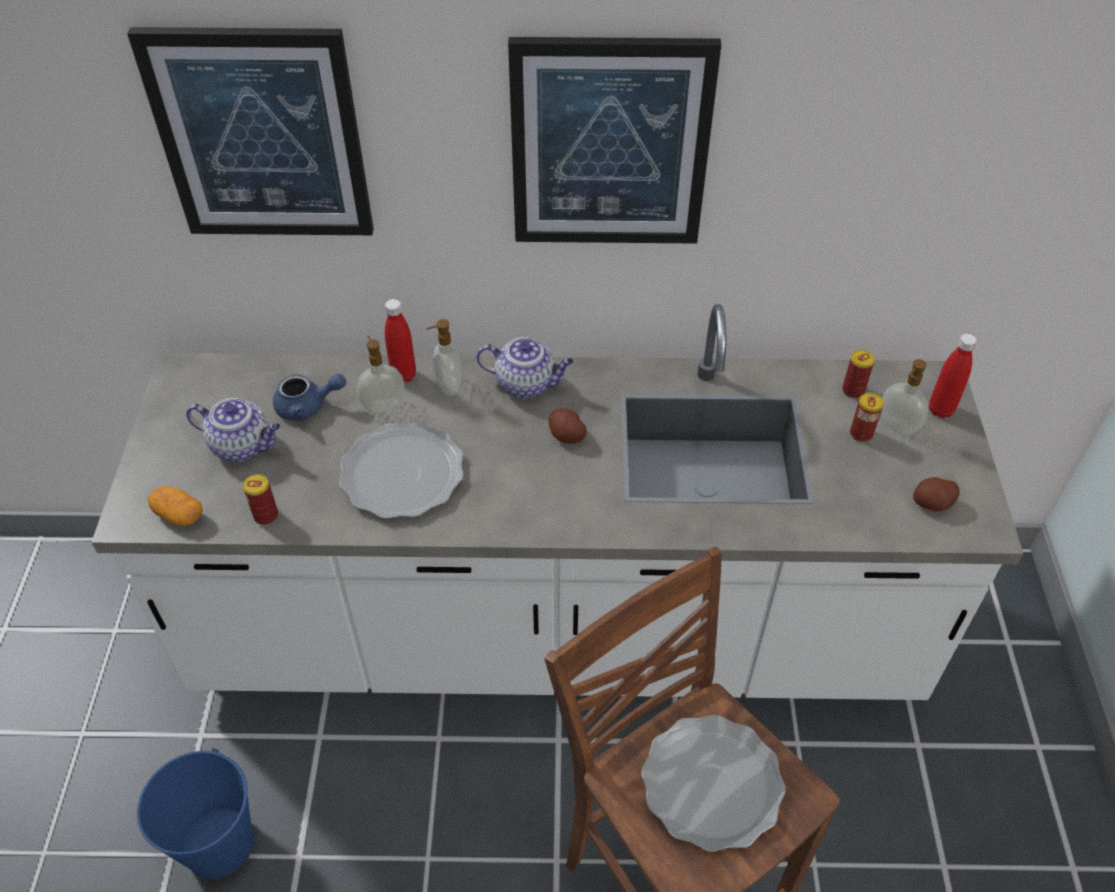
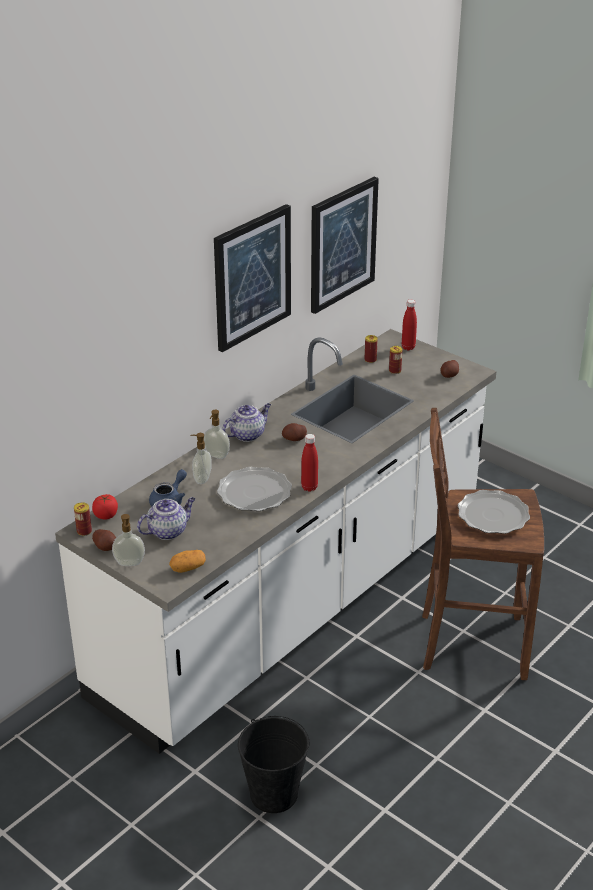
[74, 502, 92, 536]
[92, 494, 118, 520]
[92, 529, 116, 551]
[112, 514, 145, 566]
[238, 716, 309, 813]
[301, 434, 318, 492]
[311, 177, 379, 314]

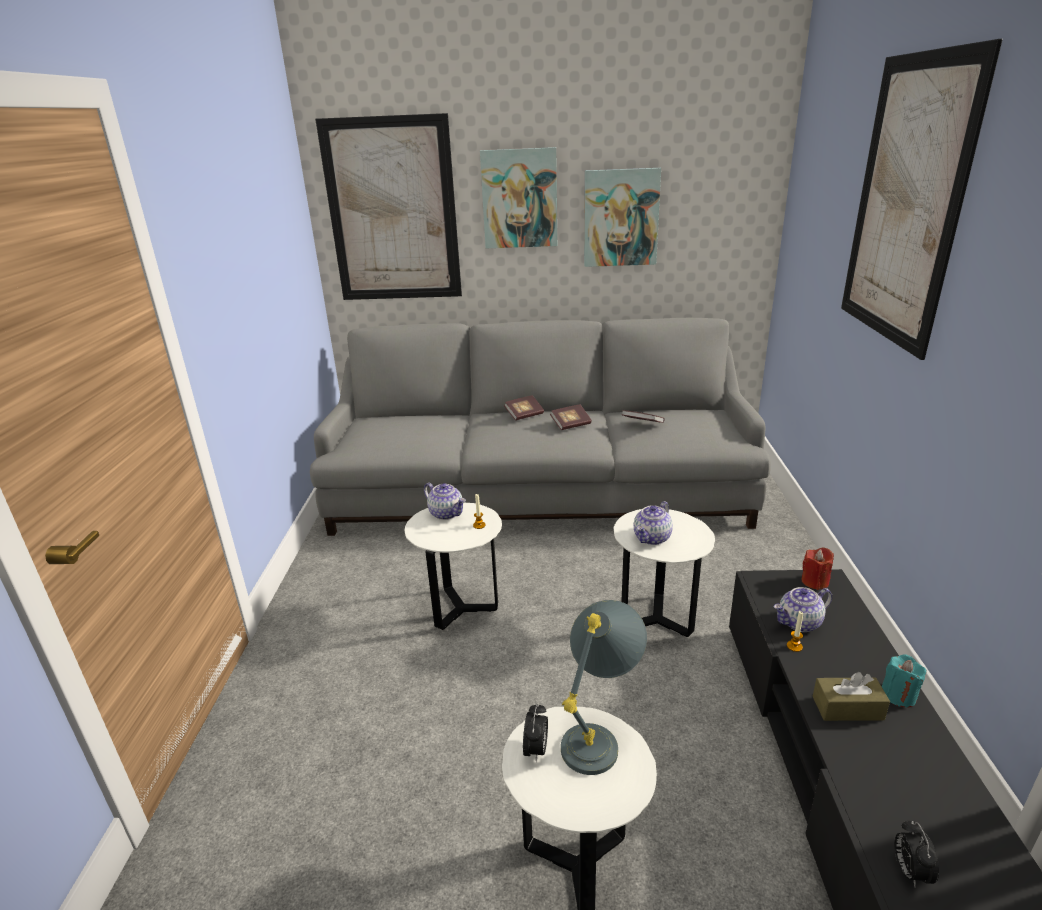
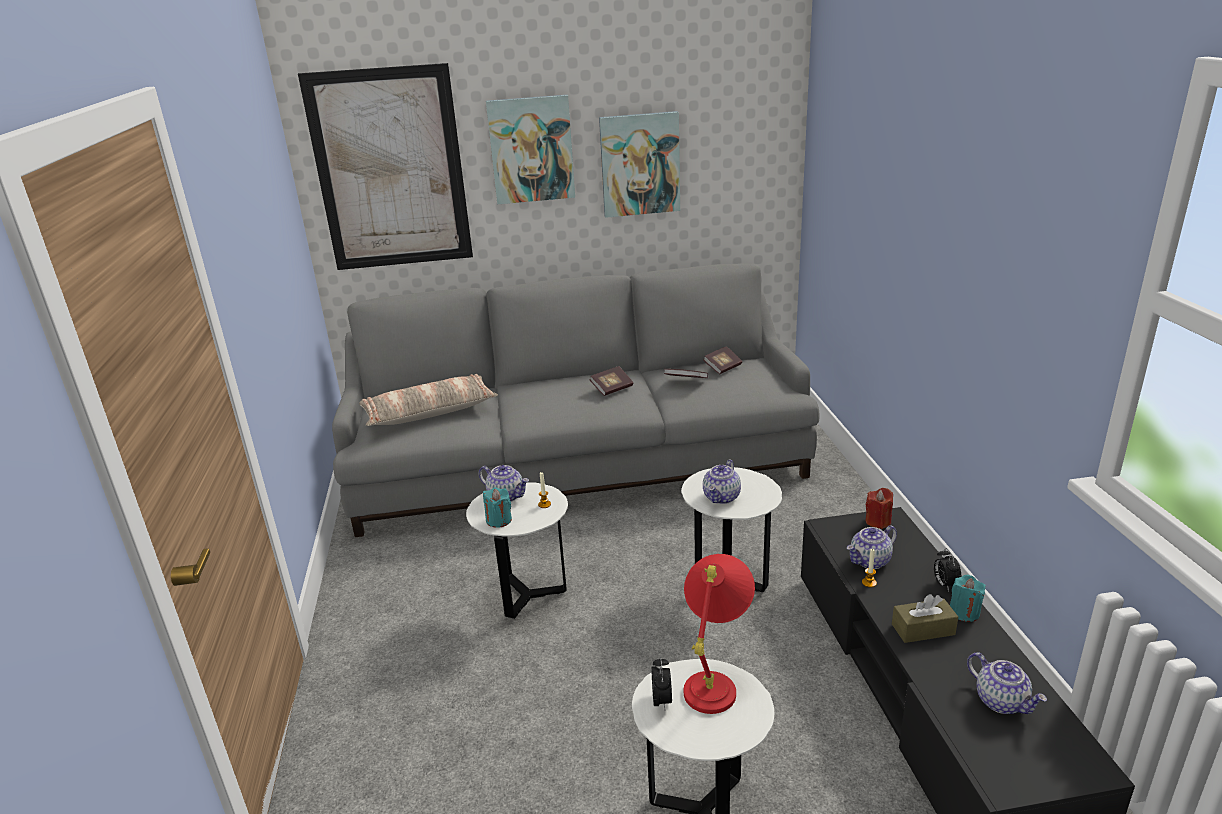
[359, 374, 498, 426]
[483, 487, 512, 528]
[684, 554, 755, 714]
[703, 346, 742, 374]
[934, 548, 961, 592]
[967, 652, 1047, 714]
[841, 39, 1003, 360] (first image)

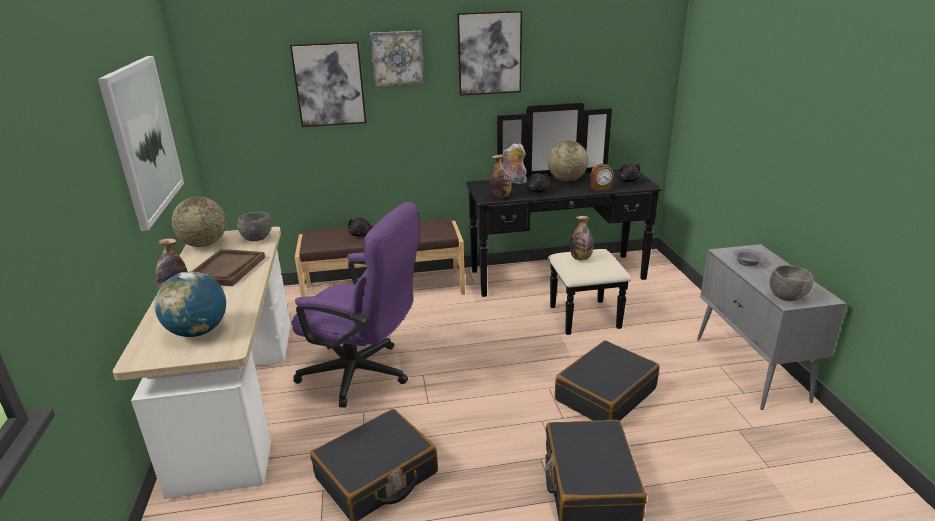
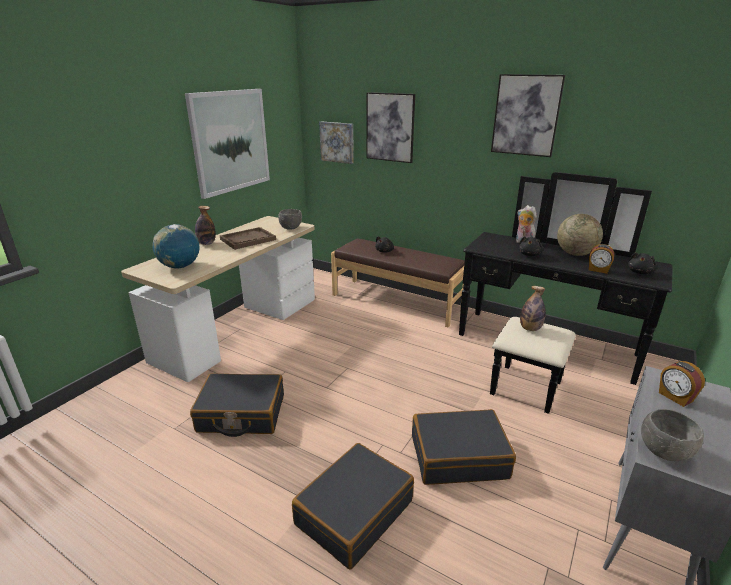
[319, 122, 354, 164]
[659, 361, 705, 407]
[172, 197, 226, 247] (first image)
[291, 202, 420, 407] (first image)
[490, 154, 512, 198] (first image)

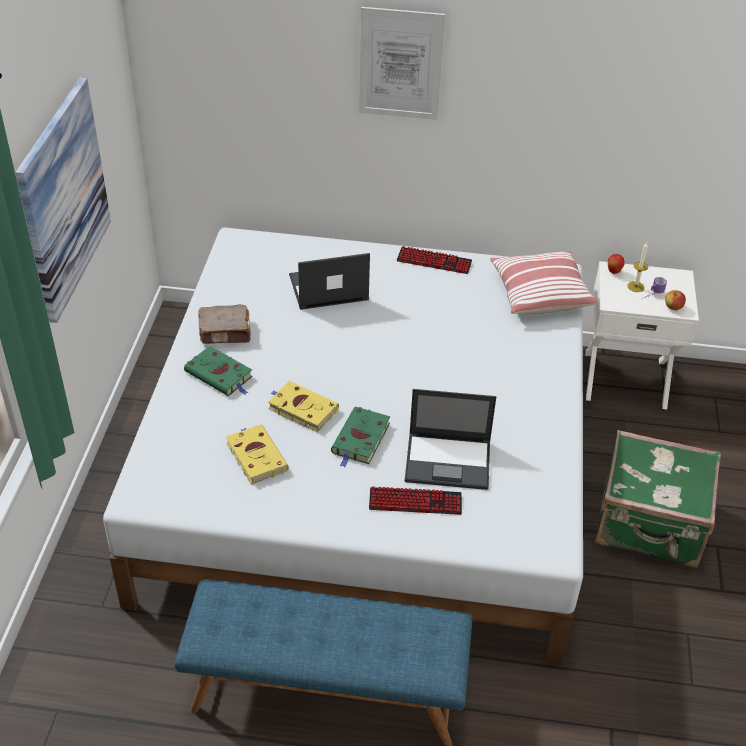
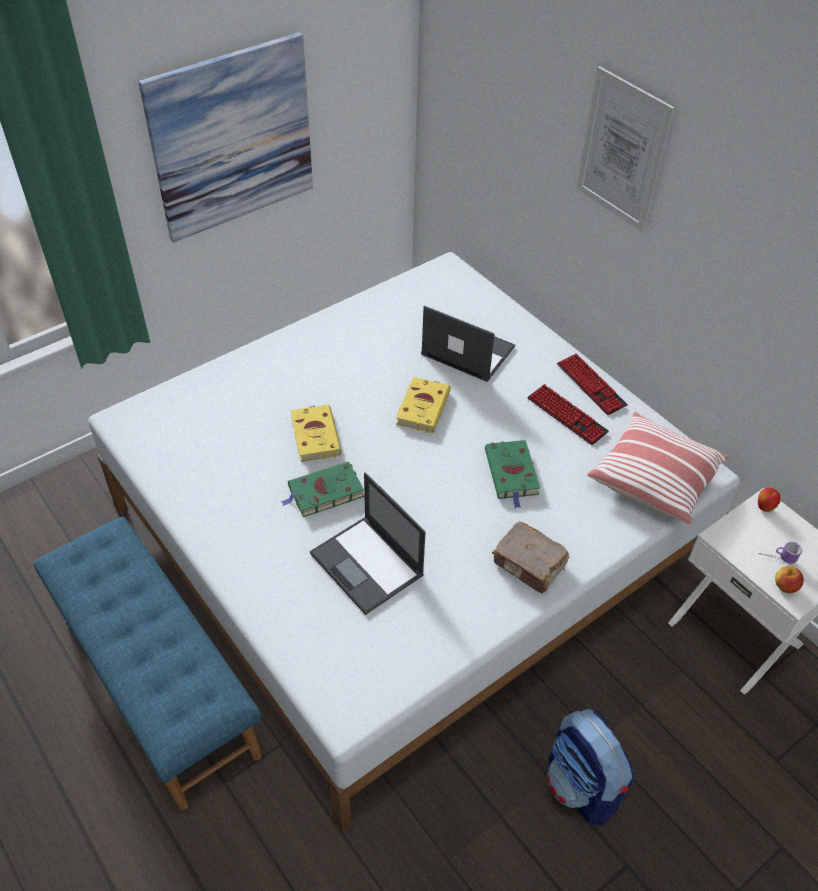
[396, 377, 451, 433]
[485, 440, 540, 508]
[492, 521, 570, 594]
[527, 384, 609, 445]
[547, 709, 635, 826]
[627, 243, 648, 292] (first image)

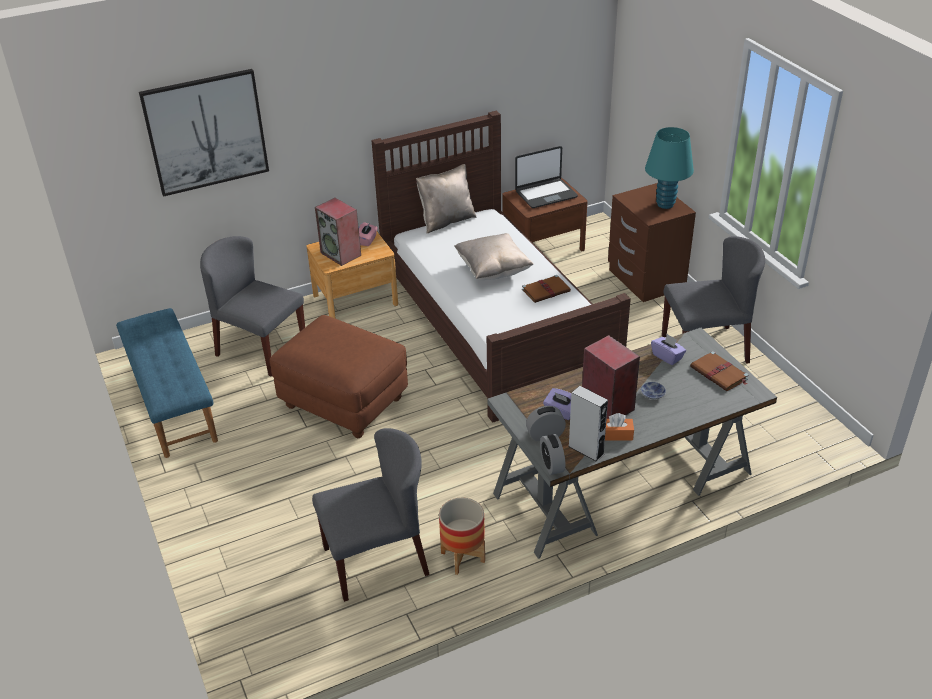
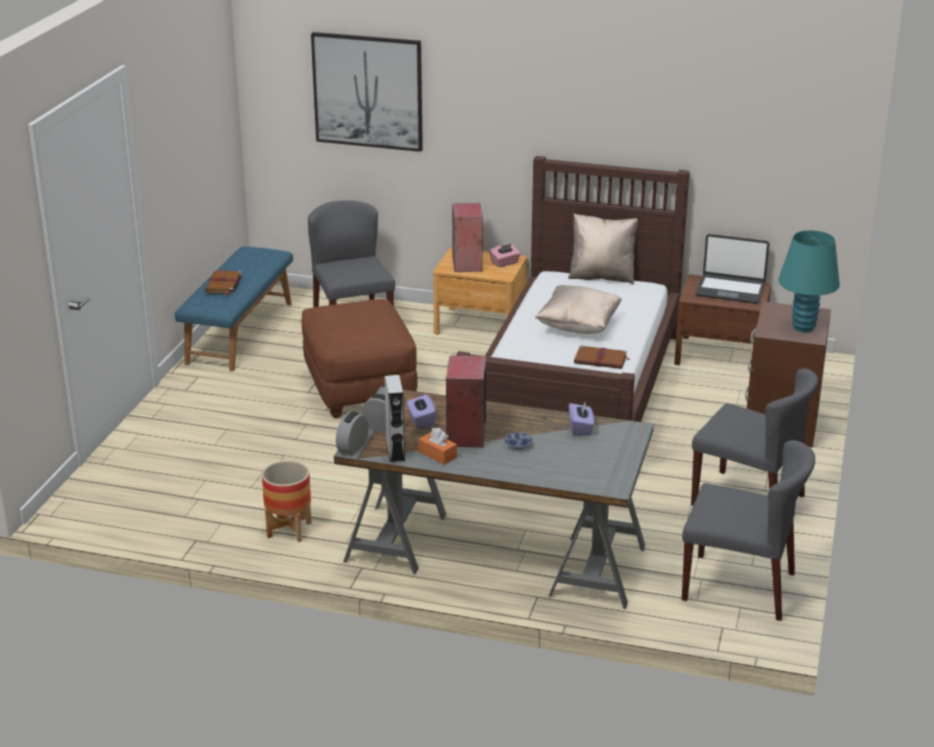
[204, 270, 242, 296]
[682, 440, 815, 621]

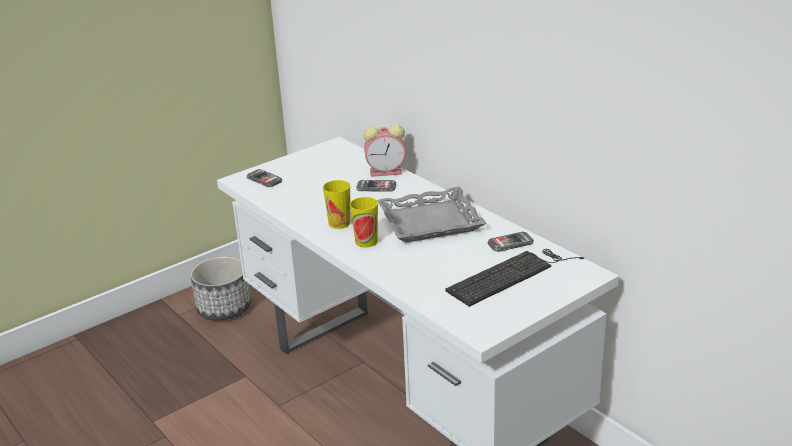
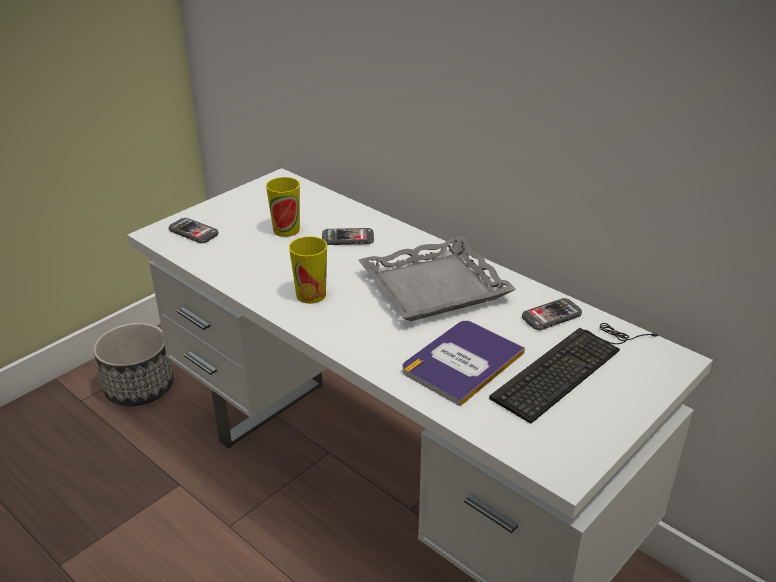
[266, 177, 300, 237]
[402, 321, 525, 406]
[363, 124, 406, 177] (first image)

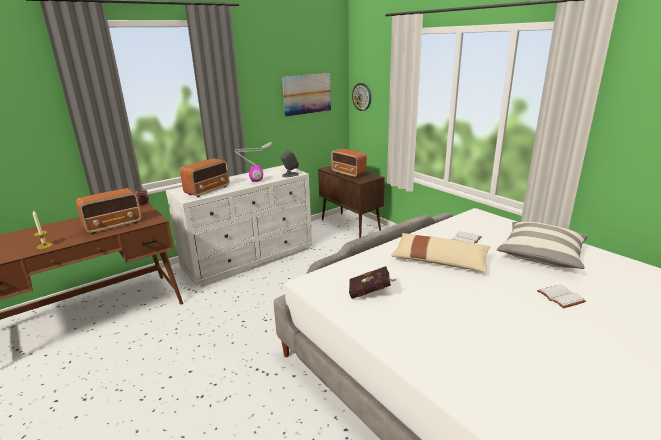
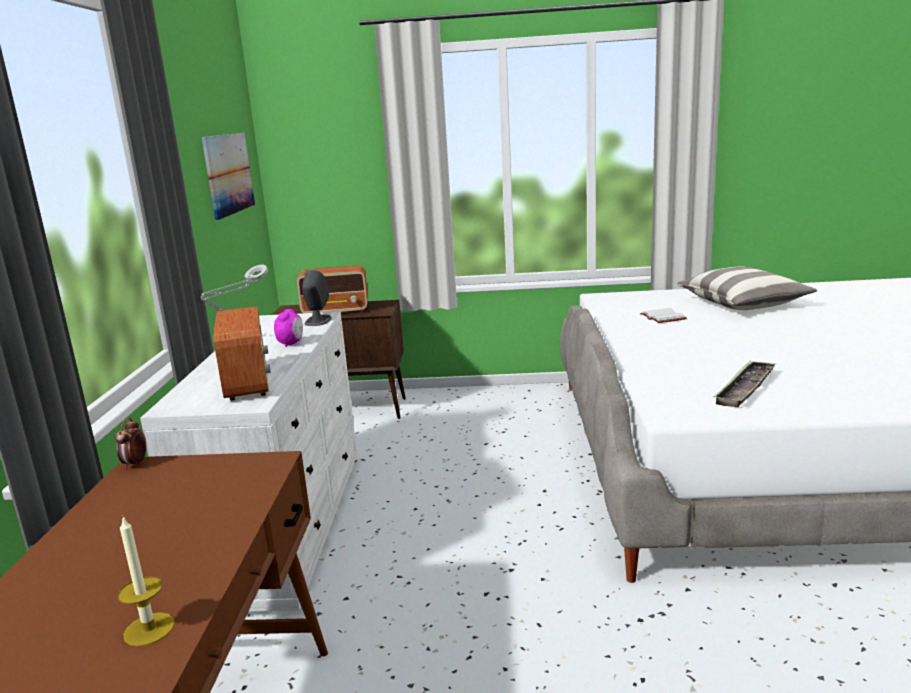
[713, 360, 776, 407]
[76, 188, 141, 234] (first image)
[352, 83, 371, 111] (first image)
[391, 233, 490, 272] (first image)
[537, 284, 586, 308] (first image)

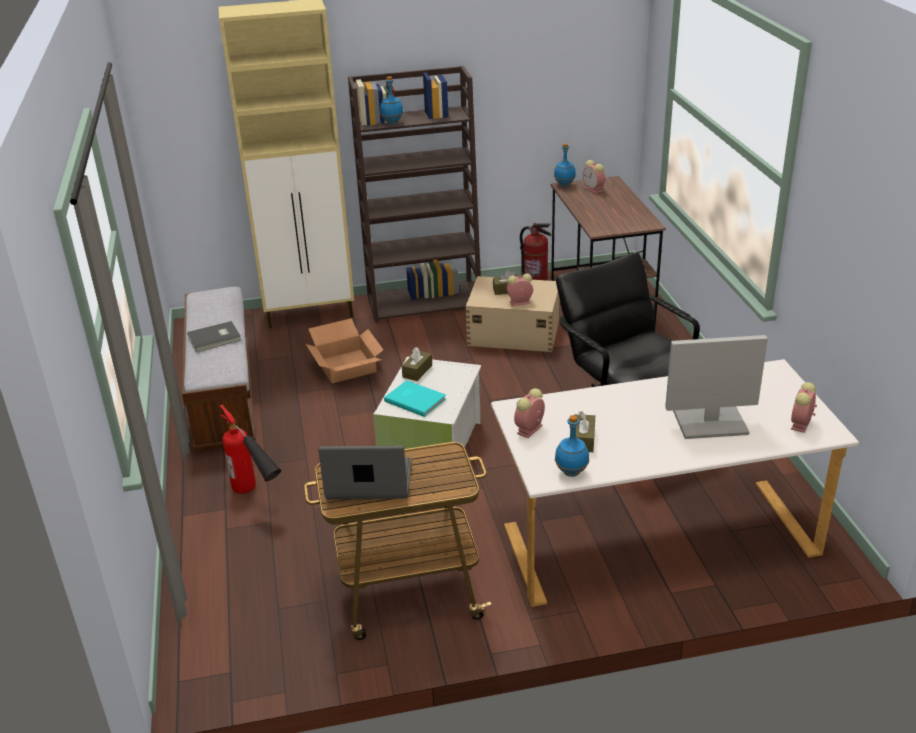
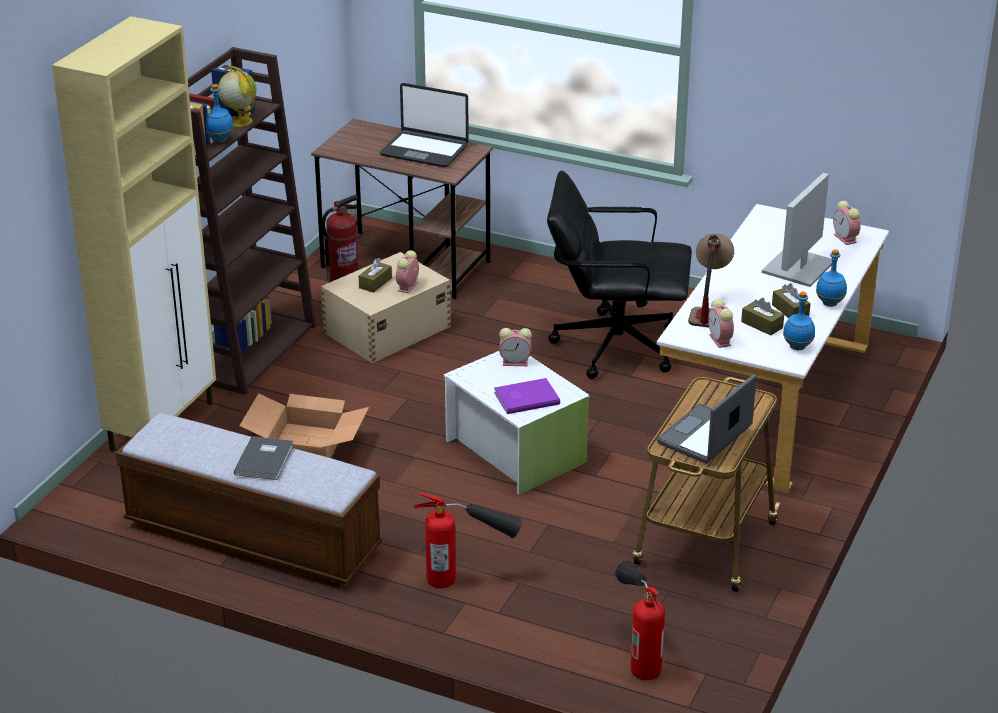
[218, 66, 257, 127]
[380, 83, 469, 167]
[494, 378, 560, 414]
[499, 328, 532, 366]
[615, 561, 665, 680]
[688, 234, 734, 327]
[772, 283, 811, 318]
[816, 249, 847, 307]

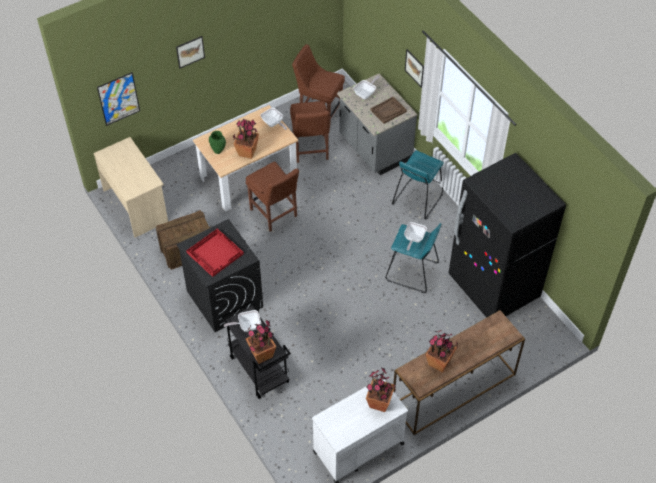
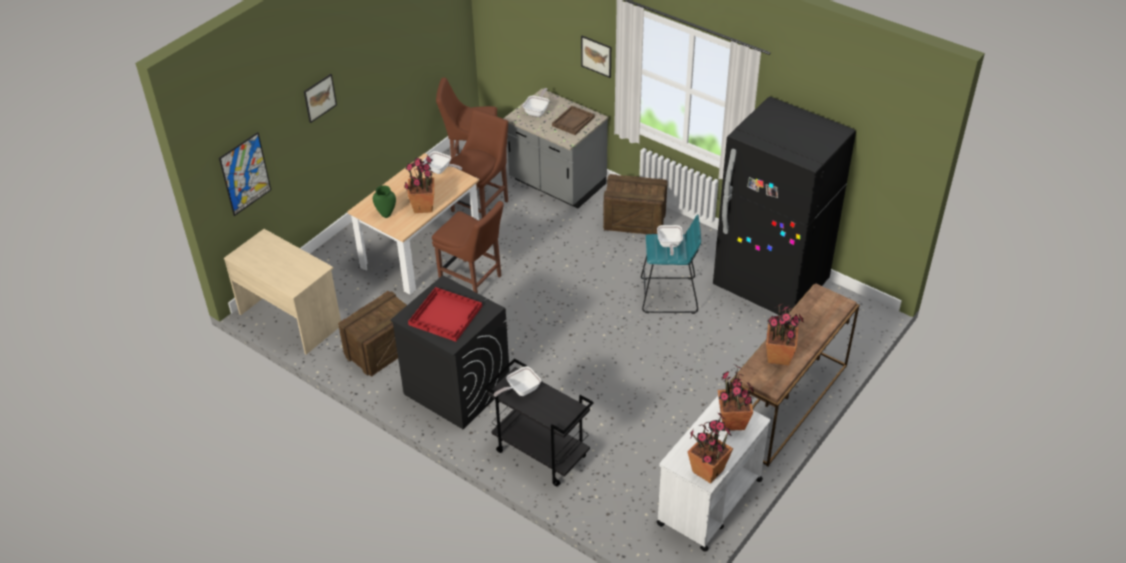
[449, 109, 508, 218]
[603, 174, 668, 234]
[688, 413, 733, 484]

